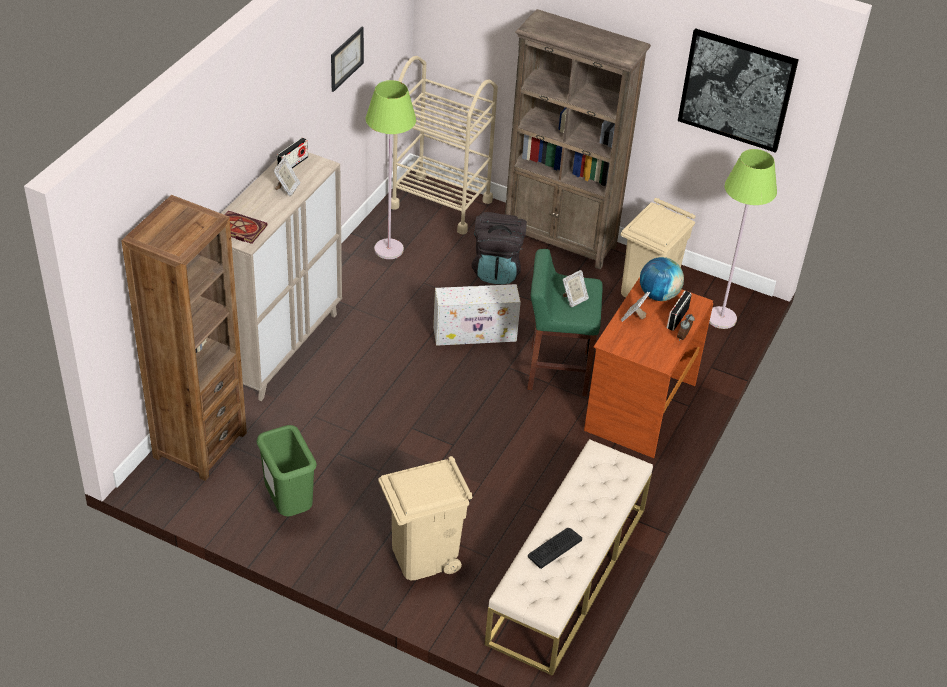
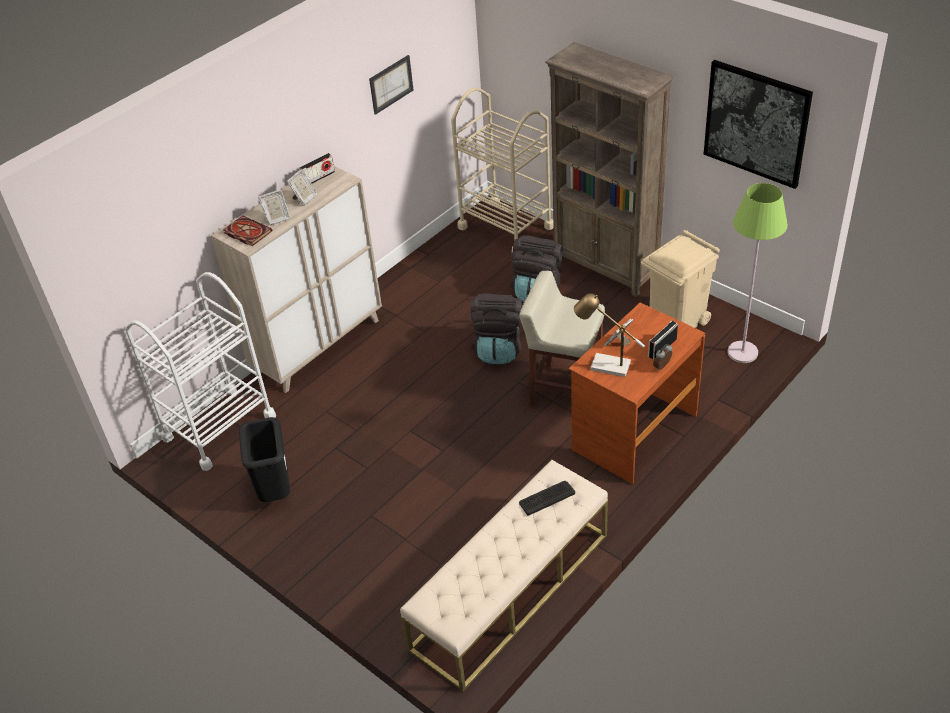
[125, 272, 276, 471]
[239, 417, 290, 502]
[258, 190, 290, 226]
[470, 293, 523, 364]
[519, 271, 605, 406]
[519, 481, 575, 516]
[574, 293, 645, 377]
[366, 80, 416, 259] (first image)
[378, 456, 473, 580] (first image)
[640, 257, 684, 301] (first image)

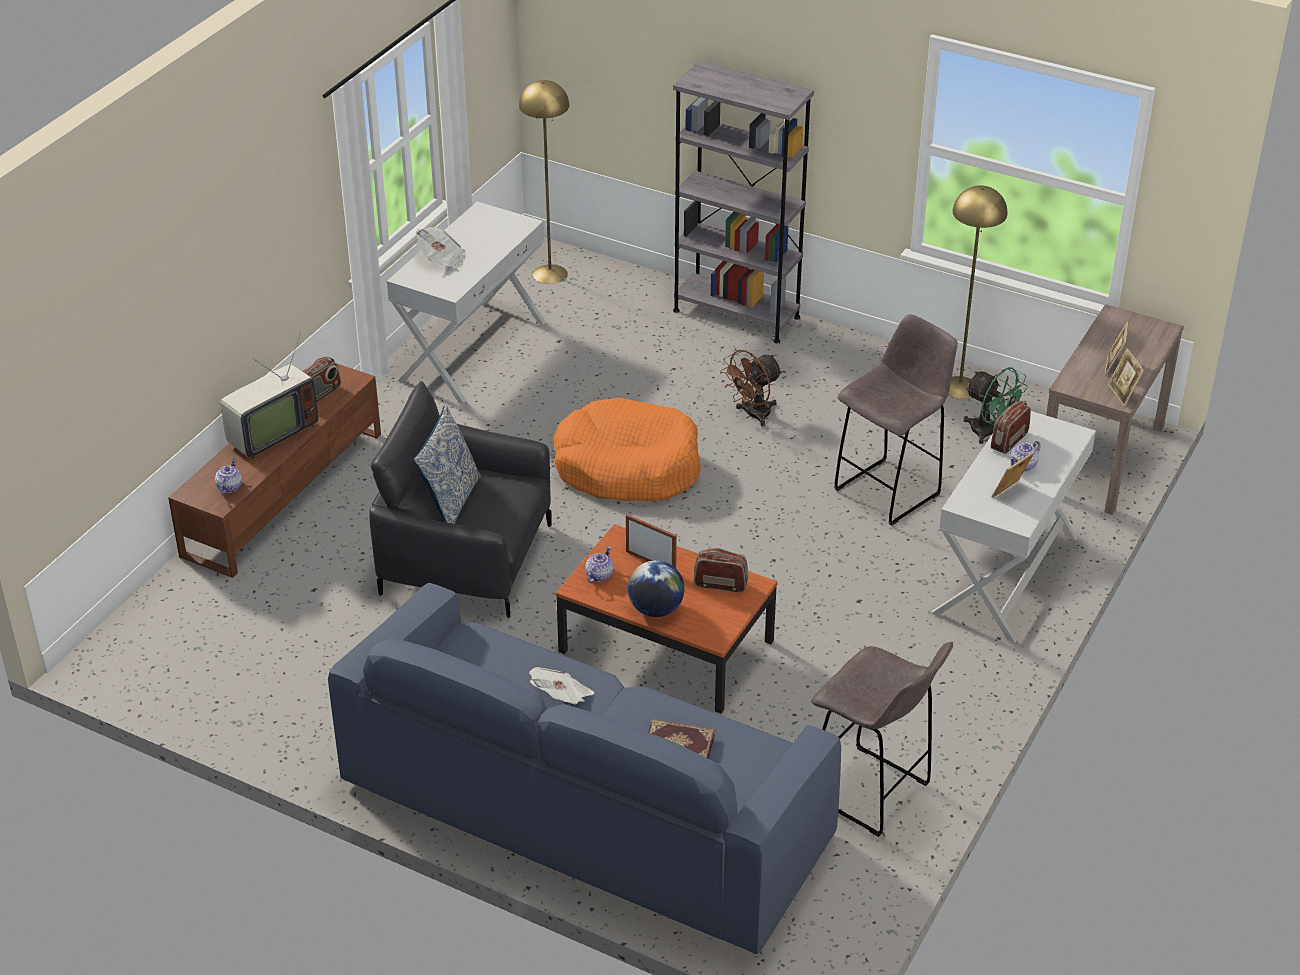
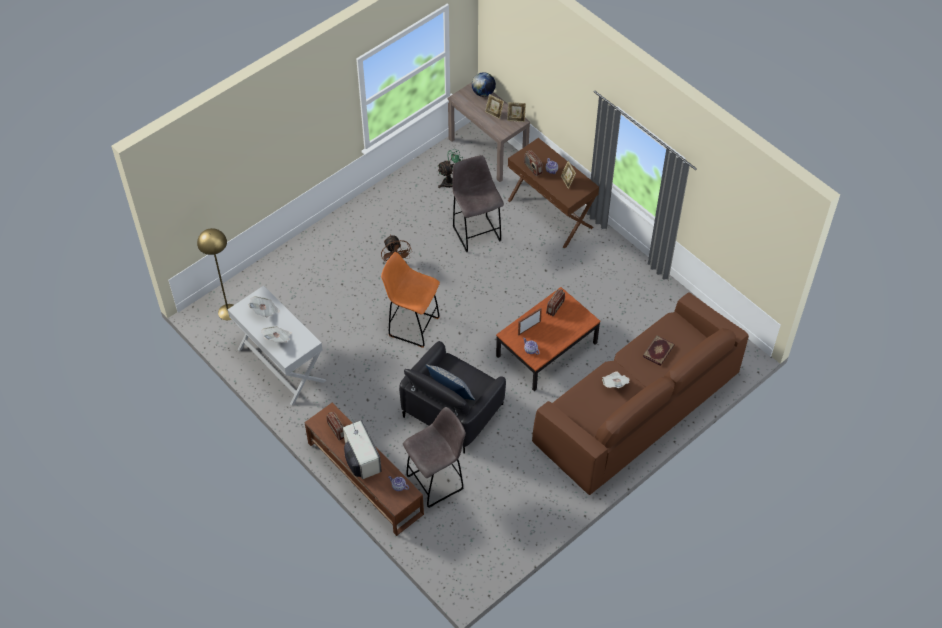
[248, 296, 280, 317]
[381, 252, 440, 348]
[403, 407, 466, 508]
[472, 72, 496, 97]
[508, 138, 599, 249]
[532, 293, 749, 495]
[673, 61, 814, 343] (first image)
[948, 185, 1007, 399] (first image)

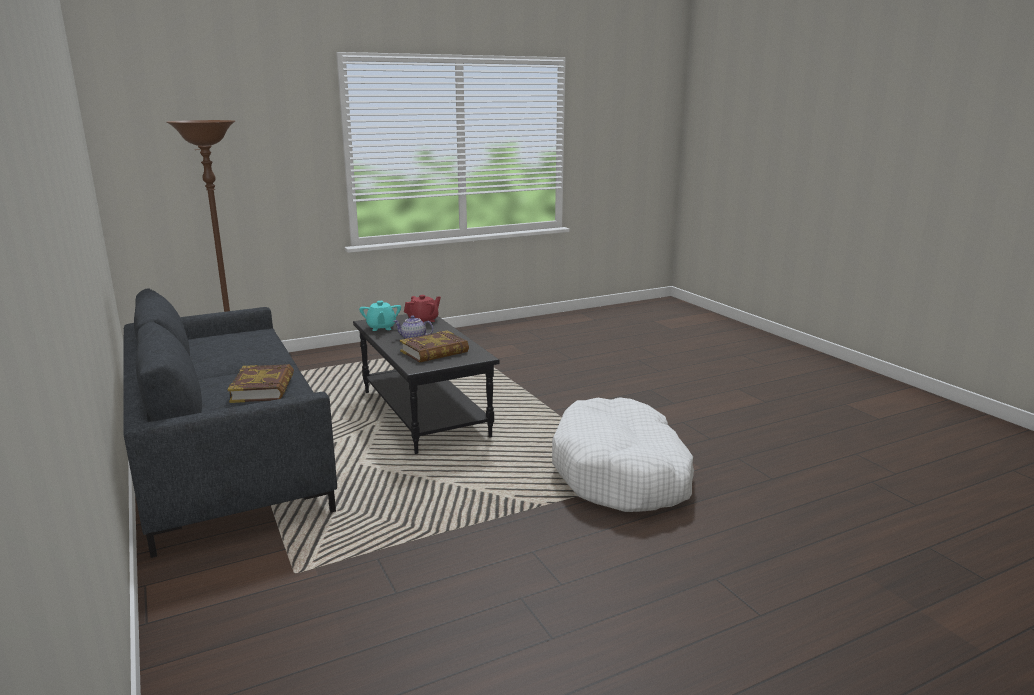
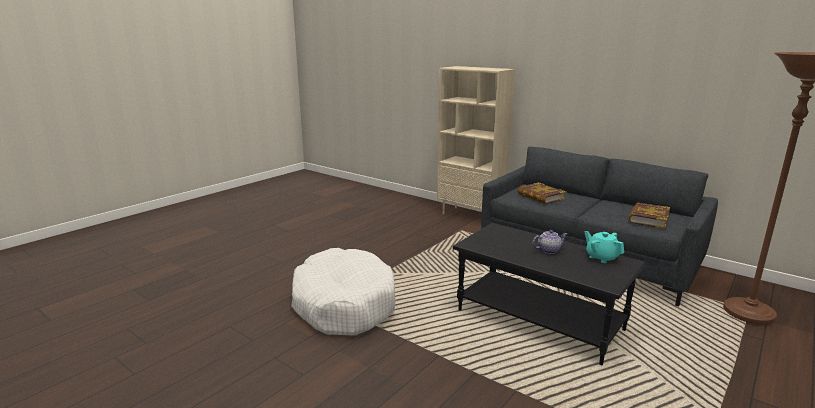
[437, 66, 515, 214]
[629, 202, 670, 229]
[404, 295, 441, 322] (first image)

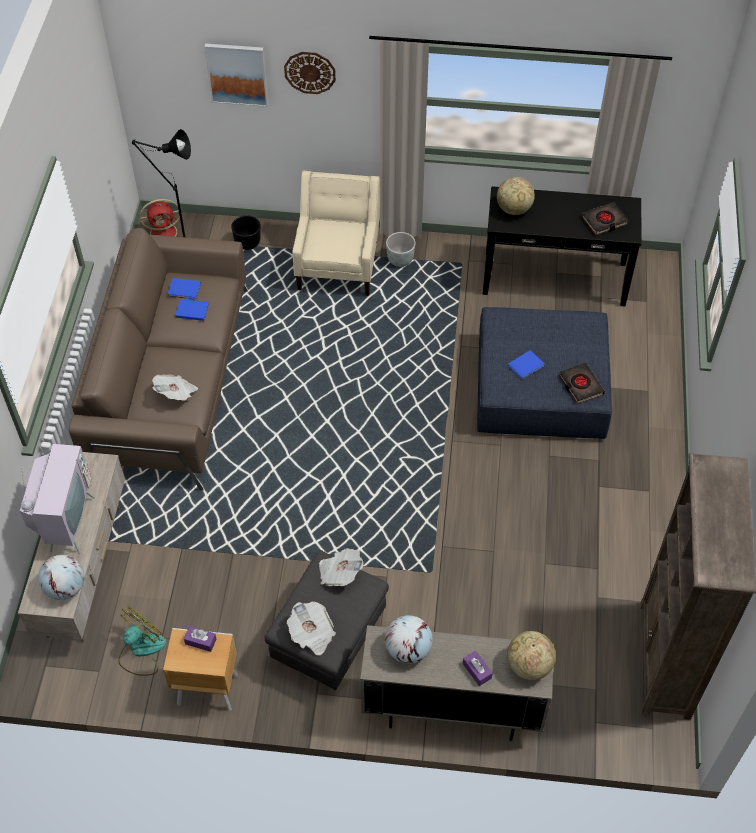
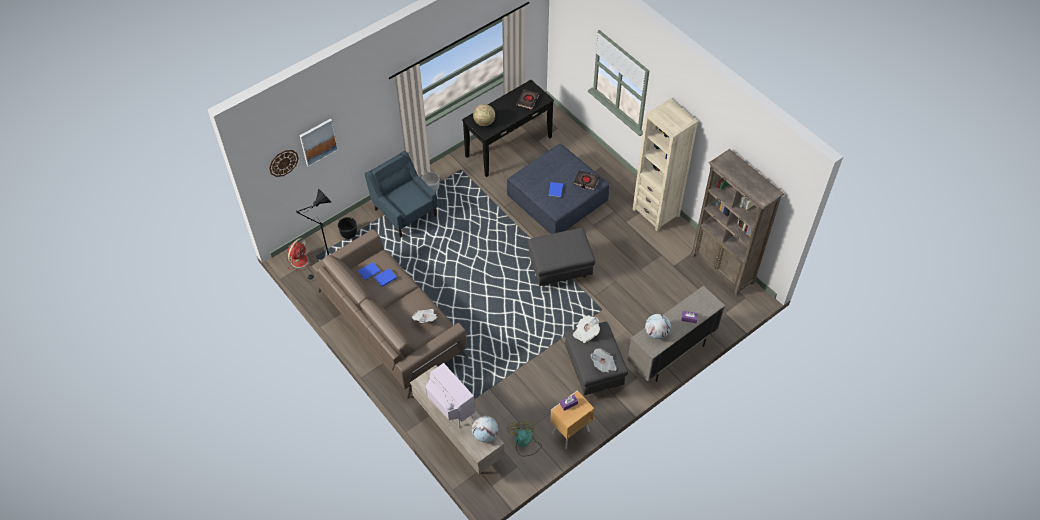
[269, 150, 299, 177]
[365, 151, 438, 238]
[528, 228, 595, 286]
[633, 99, 698, 231]
[507, 631, 556, 680] (first image)

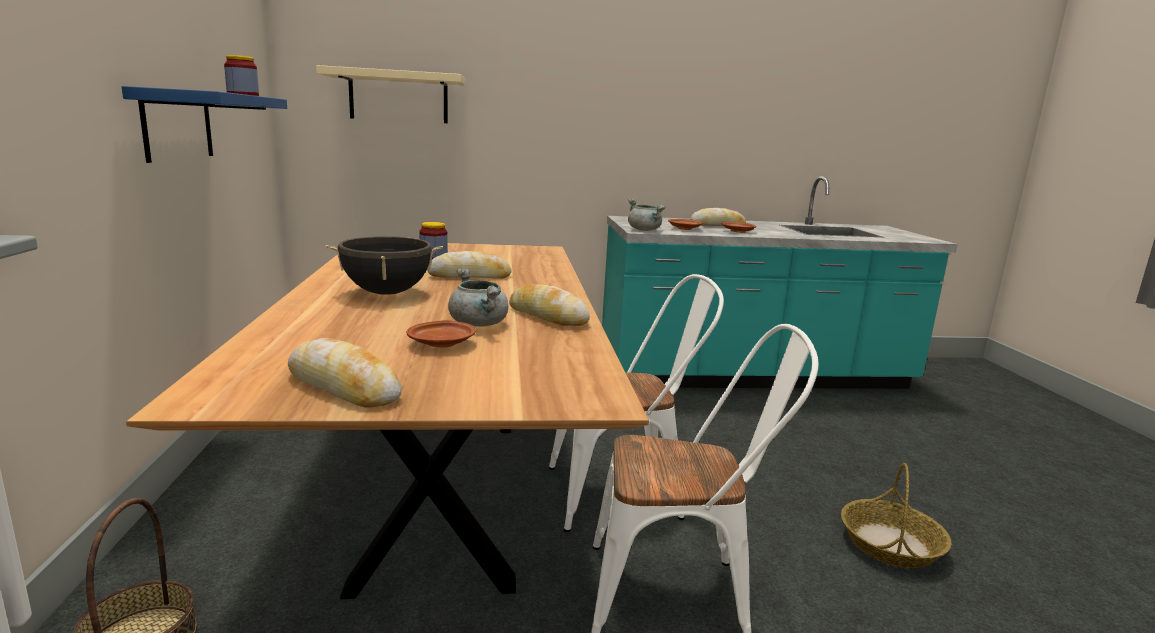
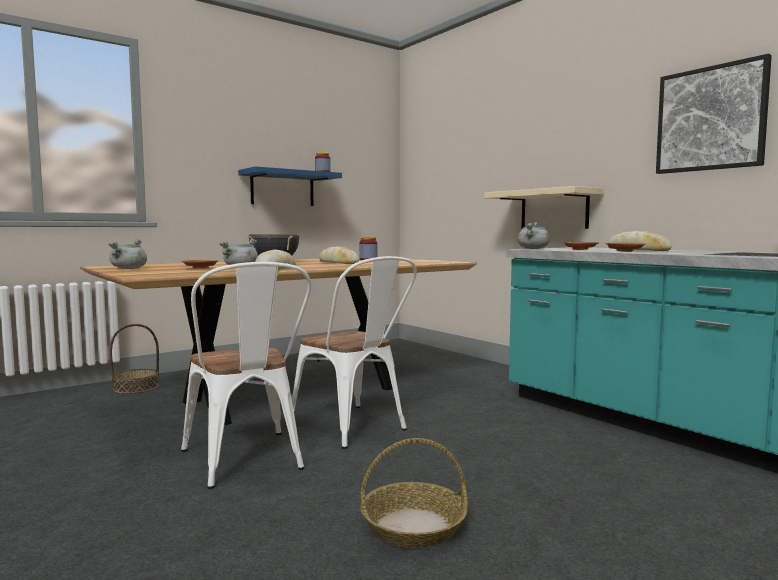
[108, 239, 147, 269]
[484, 186, 603, 229]
[656, 54, 772, 174]

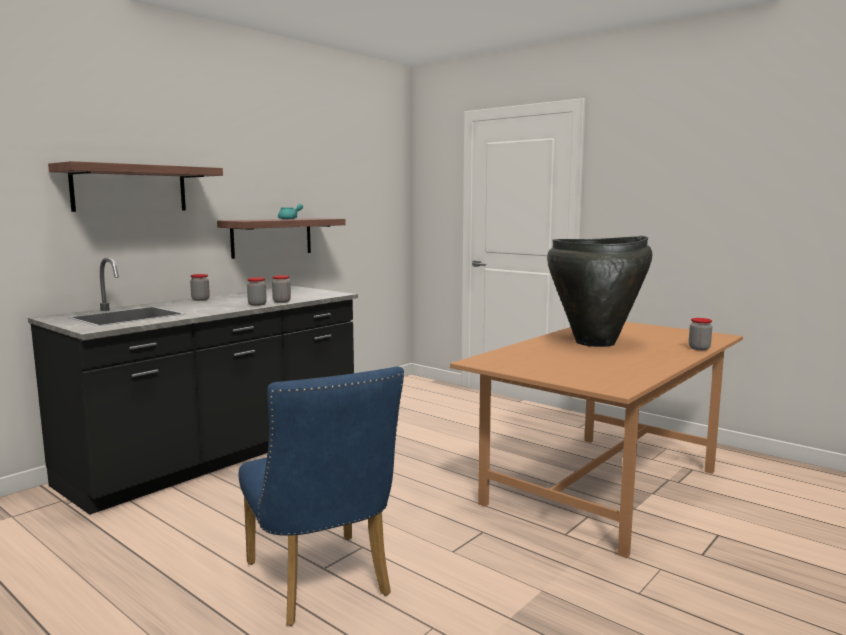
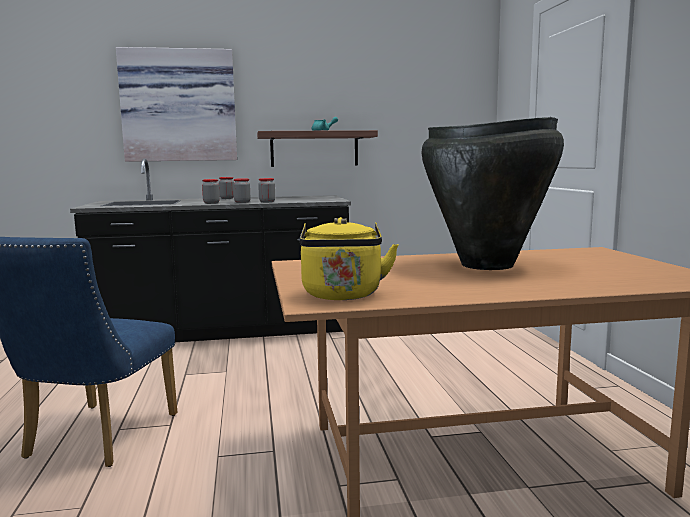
[116, 47, 237, 162]
[202, 179, 220, 204]
[300, 217, 399, 300]

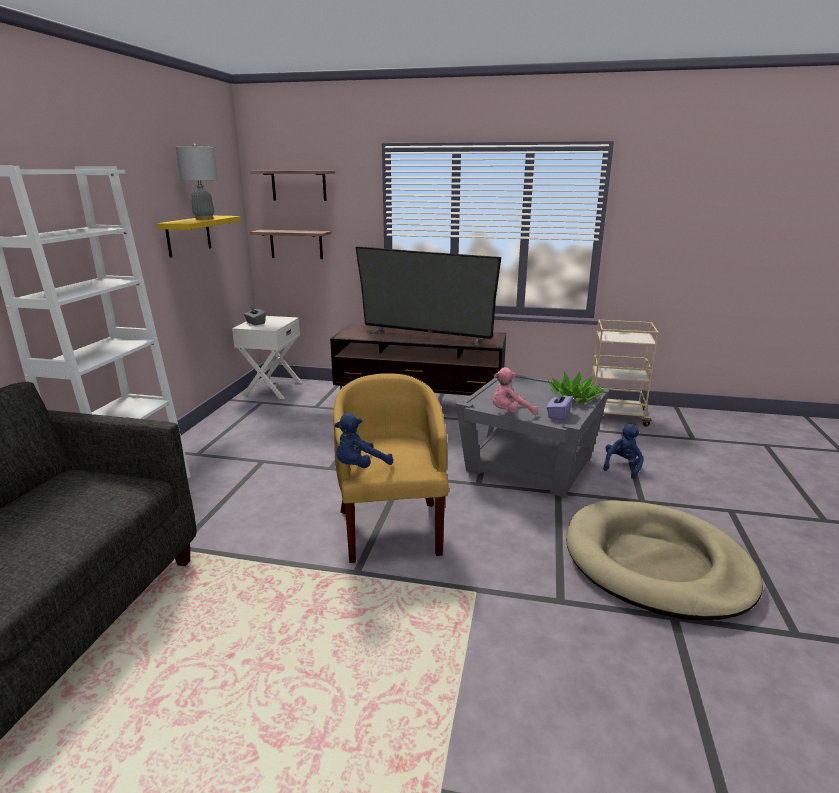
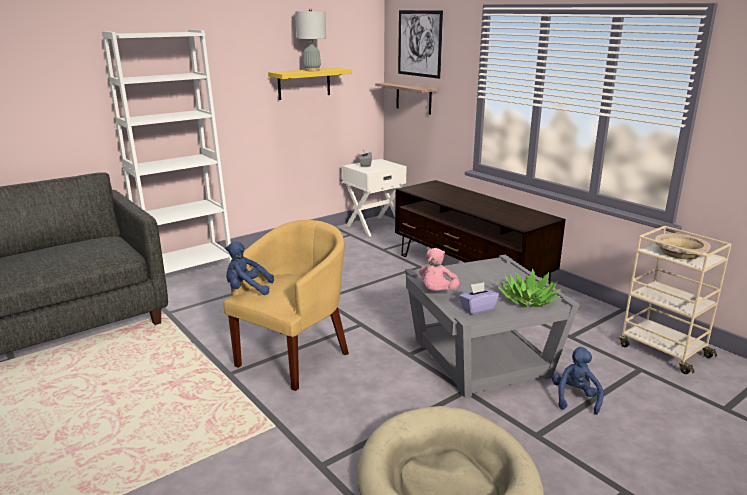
[398, 10, 443, 79]
[419, 248, 460, 291]
[552, 347, 603, 415]
[655, 234, 711, 259]
[356, 246, 501, 346] (first image)

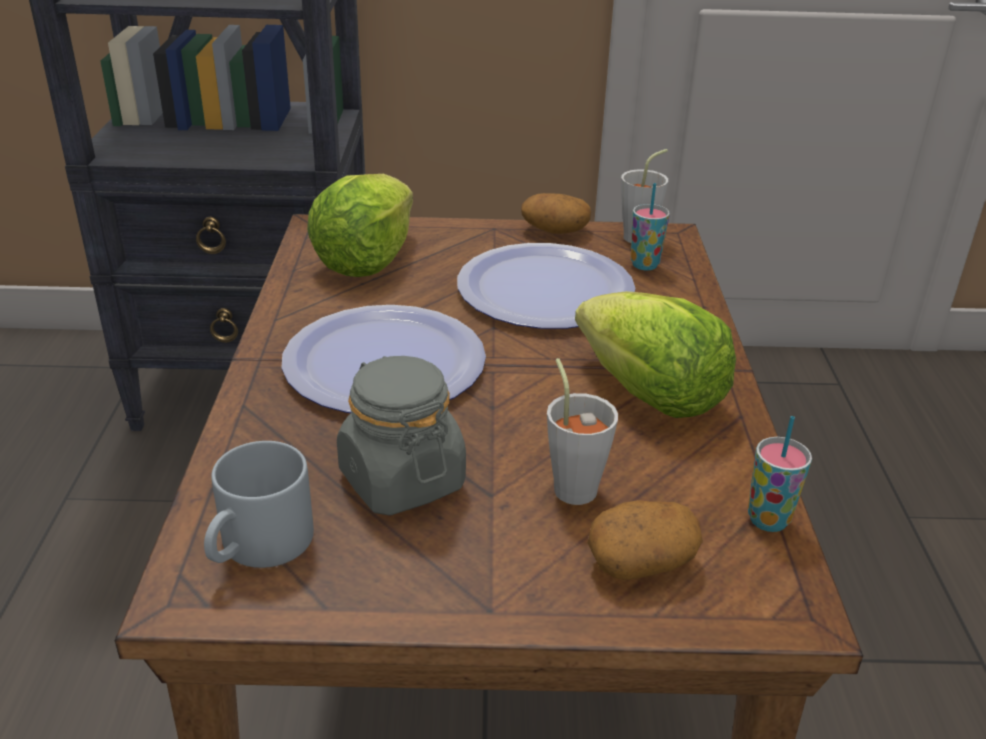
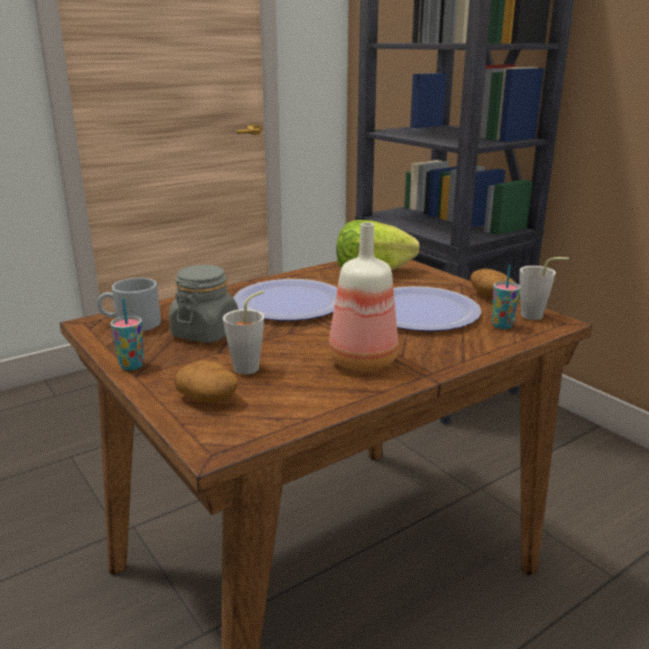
[111, 298, 144, 370]
[329, 222, 398, 371]

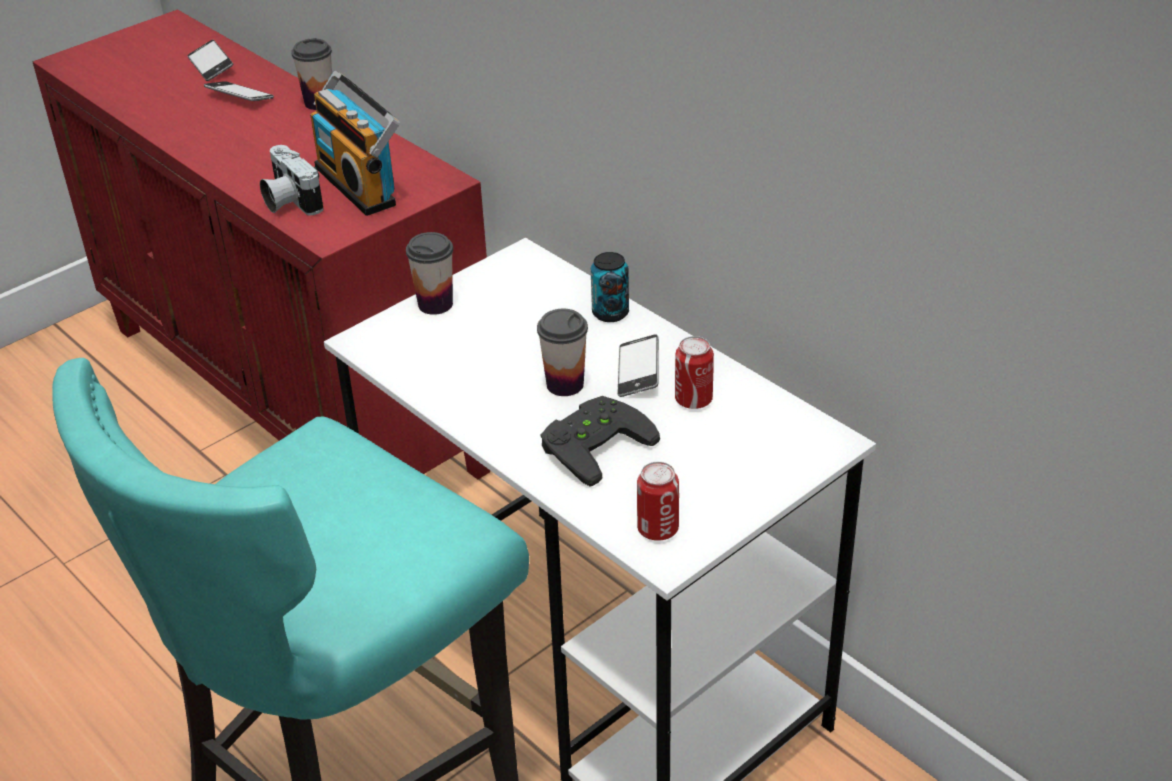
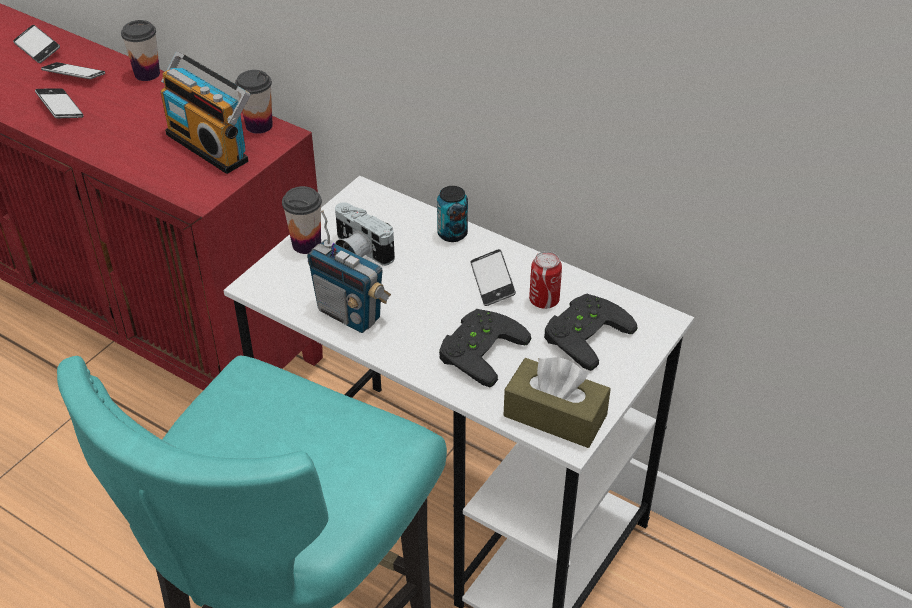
[35, 88, 84, 118]
[235, 70, 273, 134]
[307, 210, 391, 333]
[335, 202, 395, 266]
[504, 357, 611, 448]
[544, 294, 637, 371]

